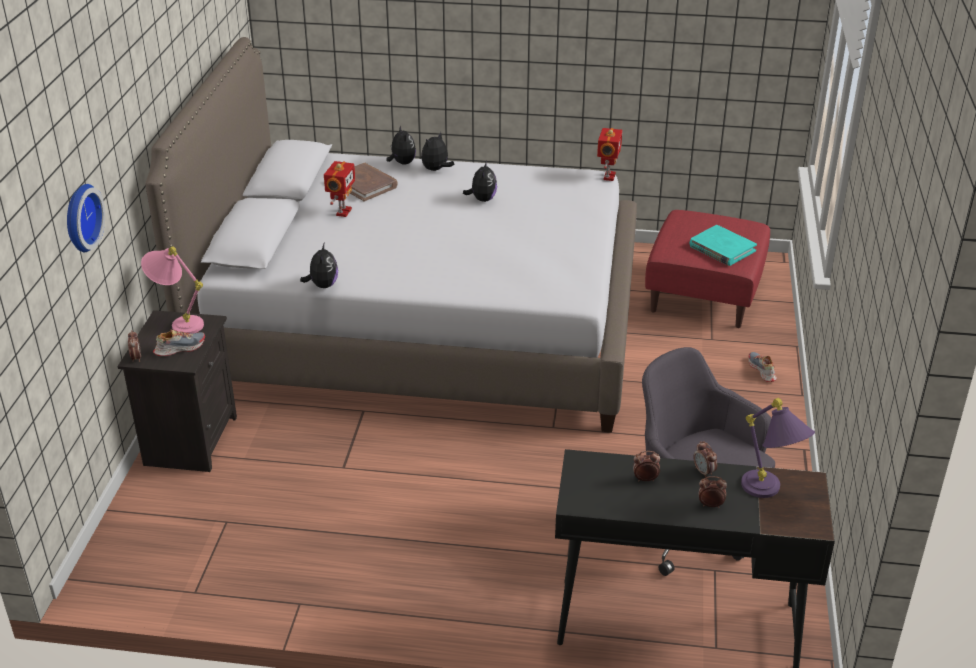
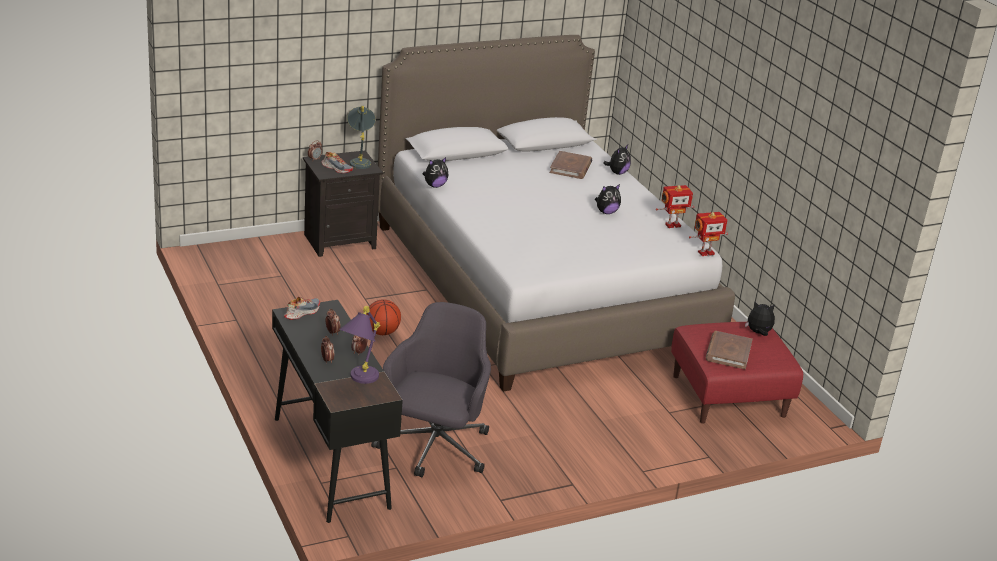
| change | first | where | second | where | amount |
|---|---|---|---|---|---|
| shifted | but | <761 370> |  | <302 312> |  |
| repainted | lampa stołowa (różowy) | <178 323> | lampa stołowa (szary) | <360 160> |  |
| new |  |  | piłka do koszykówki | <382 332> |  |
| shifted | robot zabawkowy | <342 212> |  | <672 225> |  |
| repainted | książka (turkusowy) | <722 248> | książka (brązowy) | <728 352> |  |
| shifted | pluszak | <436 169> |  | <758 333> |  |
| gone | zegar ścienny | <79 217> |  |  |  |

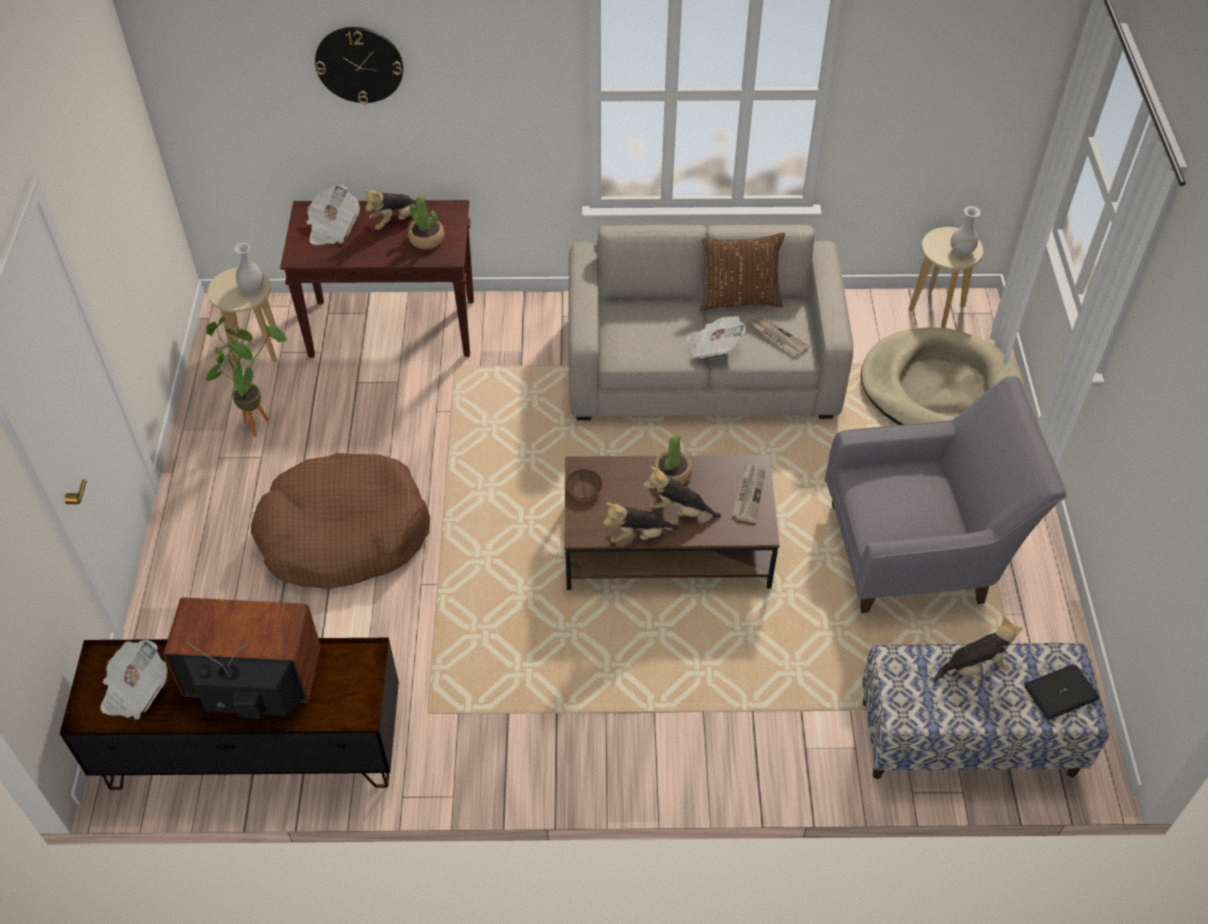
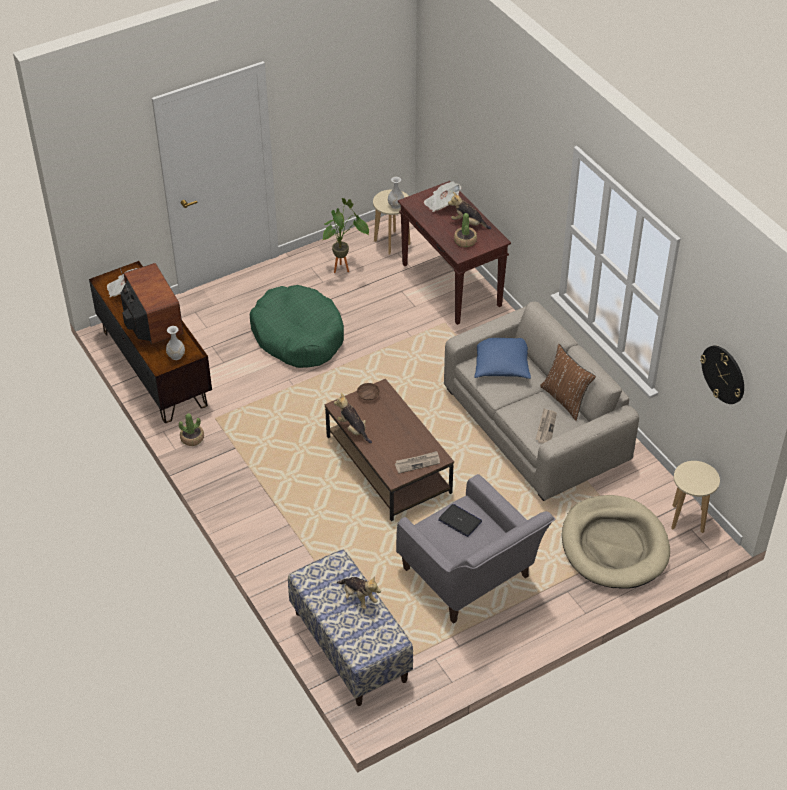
| change | first | where | second | where | amount |
|---|---|---|---|---|---|
| shifted | wazon (biały) | <961 251> |  | <176 356> |  |
| shifted | roślina doniczkowa | <672 474> |  | <192 438> |  |
| repainted | legowisko (brązowy) | <344 534> | legowisko (zielony) | <298 336> |  |
| shifted | laptop | <1061 692> |  | <460 521> |  |
| new |  |  | poduszka (niebieski) | <501 365> |  |
| shifted | zegar ścienny | <359 64> |  | <723 374> |  |
| gone | pluszak | <679 510> |  |  |  |
| gone | gazeta | <713 348> |  |  |  |

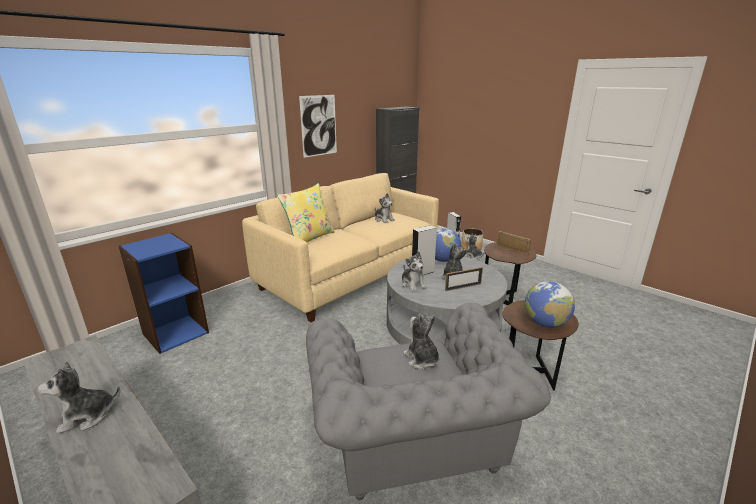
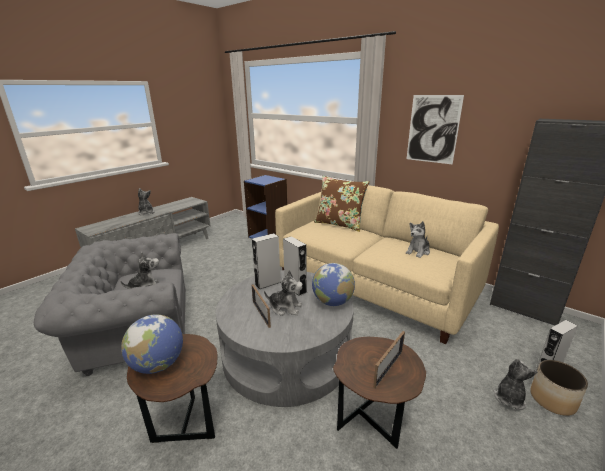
| change | first | where | second | where | amount |
|---|---|---|---|---|---|
| swapped | pluszak | <413 284> | głośnik (szary) | <268 283> |  |
| repainted | poduszka (żółty) | <309 238> | poduszka (brązowy) | <339 224> |  |

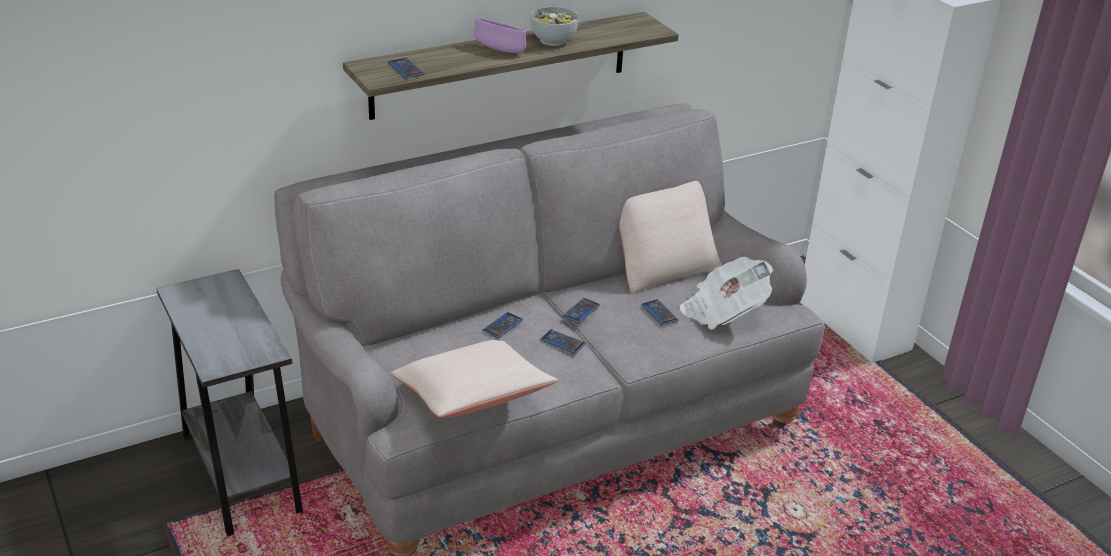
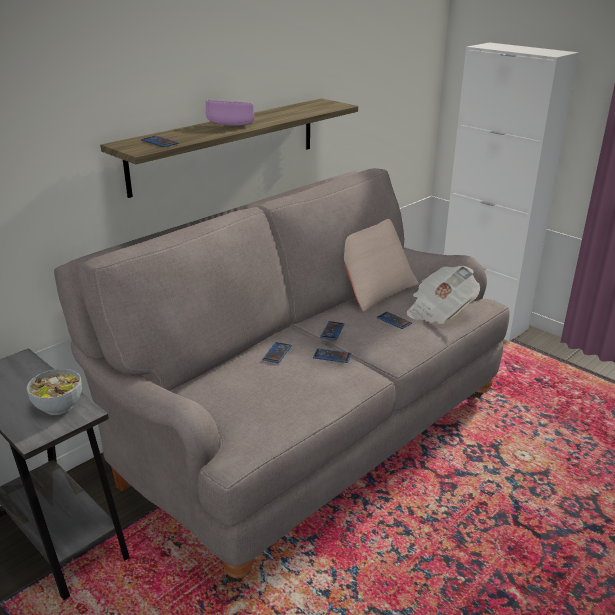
| change | first | where | second | where | amount |
|---|---|---|---|---|---|
| shifted | miska | <553 40> |  | <59 406> |  |
| gone | poduszka (beżowy) | <472 397> |  |  |  |

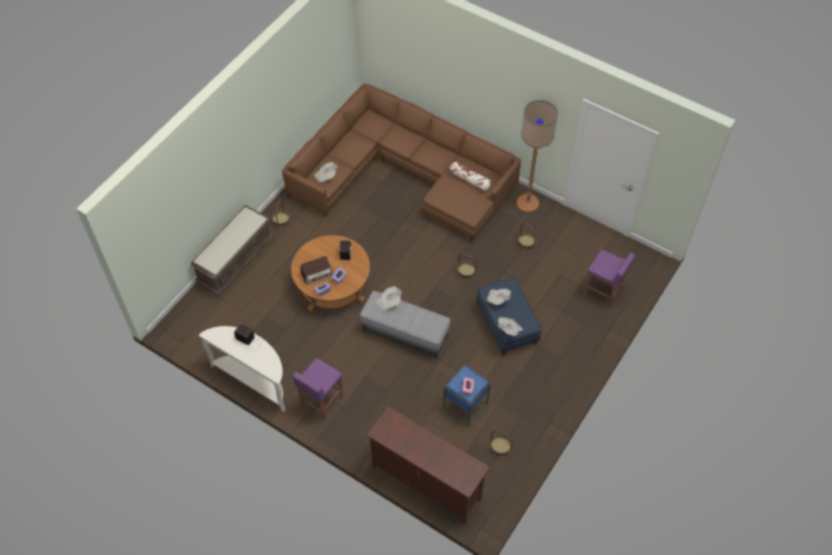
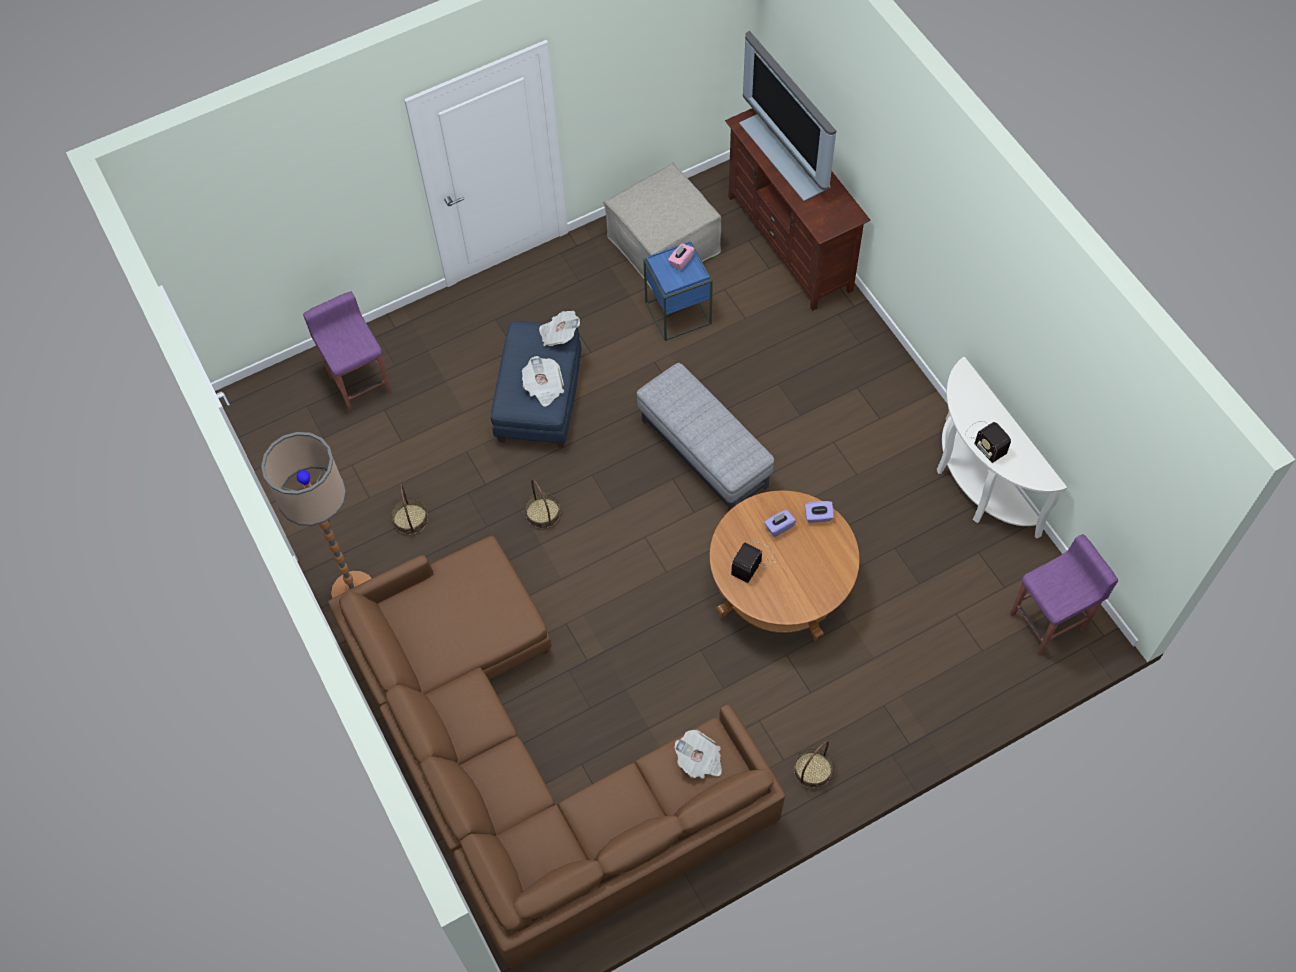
| change | first | where | second | where | amount |
|---|---|---|---|---|---|
| swapped | koszyk | <500 446> | pufa (beżowy) | <663 244> |  |
| new |  |  | telewizor | <787 153> |  |
| shifted | stołek (fioletowy) | <321 401> |  | <1048 621> |  |
| gone | ławka (brązowy) | <235 260> |  |  |  |
| gone | radio | <317 274> |  |  |  |
| gone | gazeta | <389 302> |  |  |  |
| gone | poduszka | <470 180> |  |  |  |

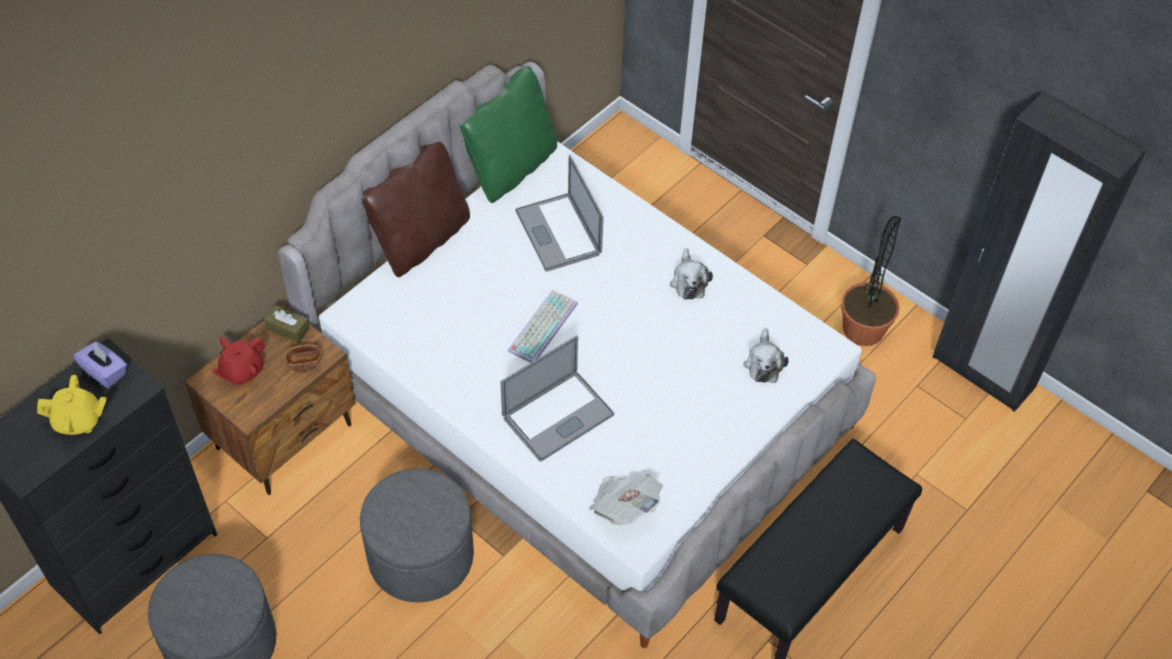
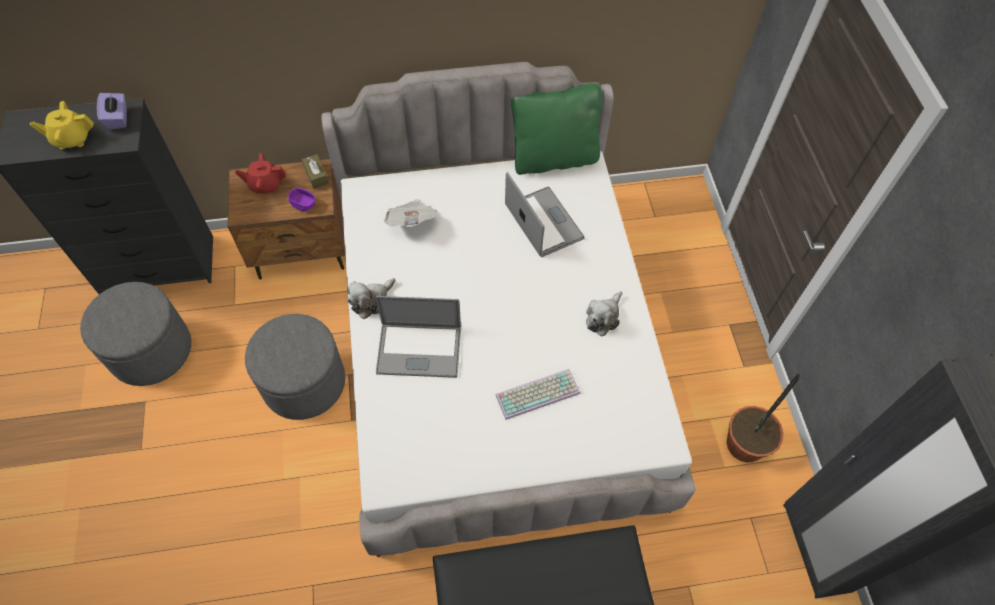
| change | first | where | second | where | amount |
|---|---|---|---|---|---|
| rotated | imbryk (żółty) | <78 420> |  | <72 139> | 135 degrees clockwise |
| repainted | miska (brązowy) | <305 364> | miska (fioletowy) | <303 204> |  |
| shifted | pluszak | <763 363> |  | <371 301> |  |
| shifted | gazeta | <624 506> |  | <411 222> |  |
| shifted | klawiatura | <542 325> |  | <538 392> |  |
| rotated | laptop | <558 232> |  | <543 222> | 135 degrees clockwise |
| gone | poduszka (brązowy) | <420 239> |  |  |  |

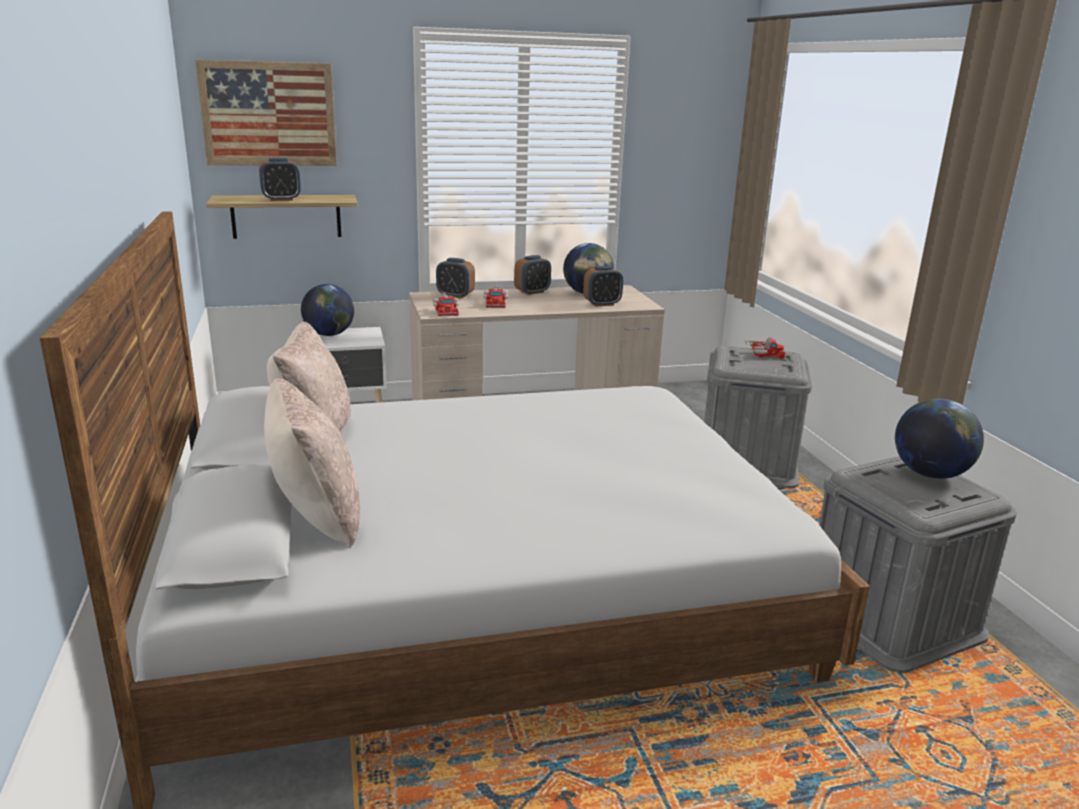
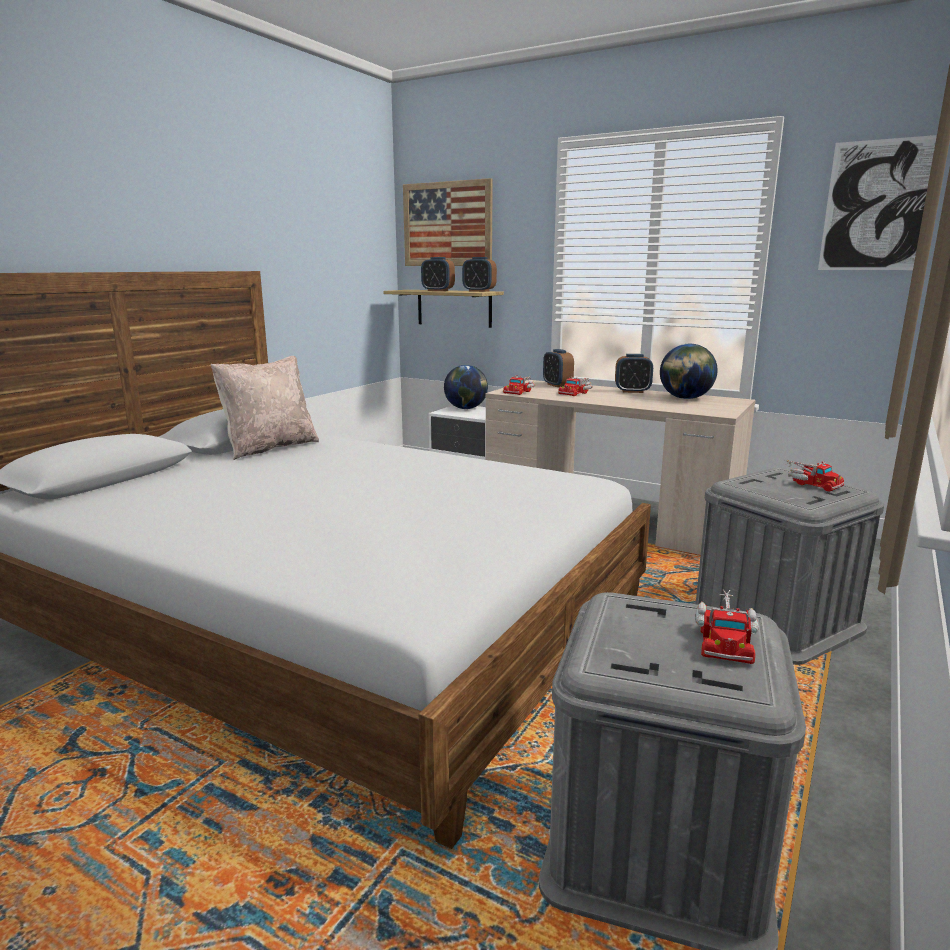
| change | first | where | second | where | amount |
|---|---|---|---|---|---|
| shifted | budzik | <602 304> |  | <479 291> |  |
| swapped | globus | <930 474> | ciężarówka zabawkowa | <725 638> |  |
| new |  |  | obraz | <877 206> |  |
| gone | poduszka (beżowy) | <315 517> |  |  |  |

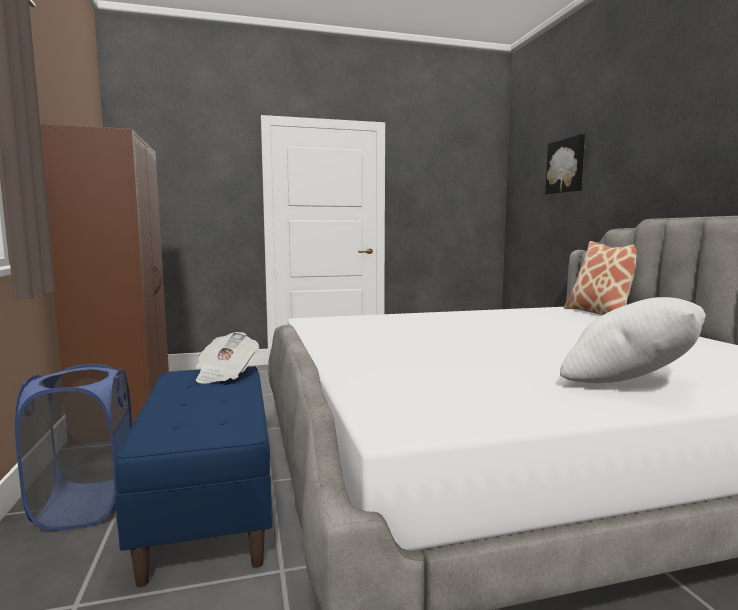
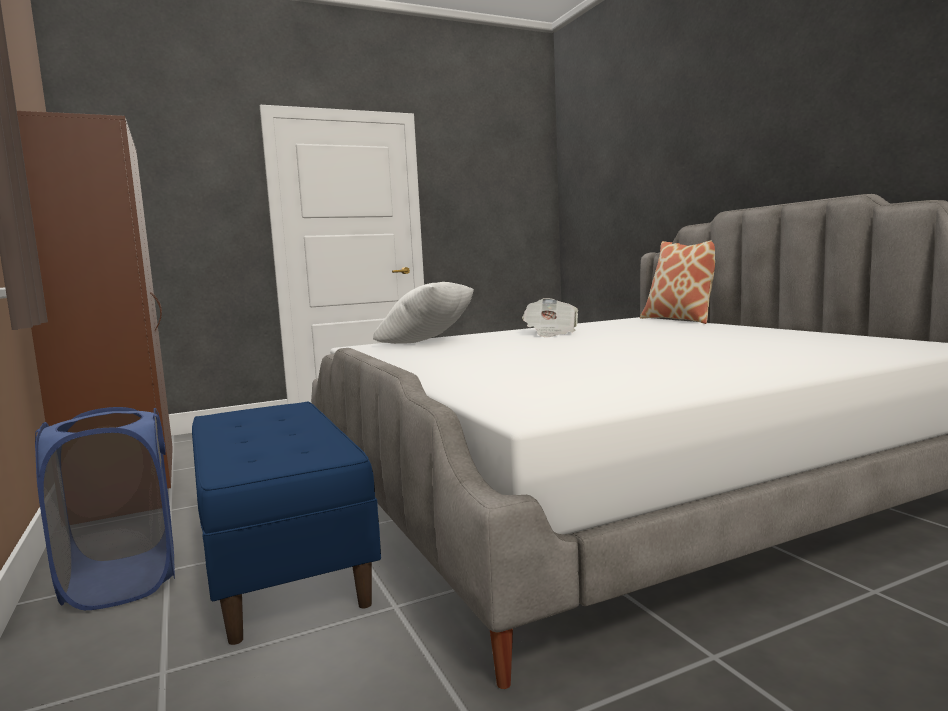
| change | first | where | second | where | amount |
|---|---|---|---|---|---|
| shifted | poduszka (biały) | <631 383> |  | <428 342> |  |
| shifted | gazeta | <225 374> |  | <550 333> |  |
| gone | obraz | <566 166> |  |  |  |

